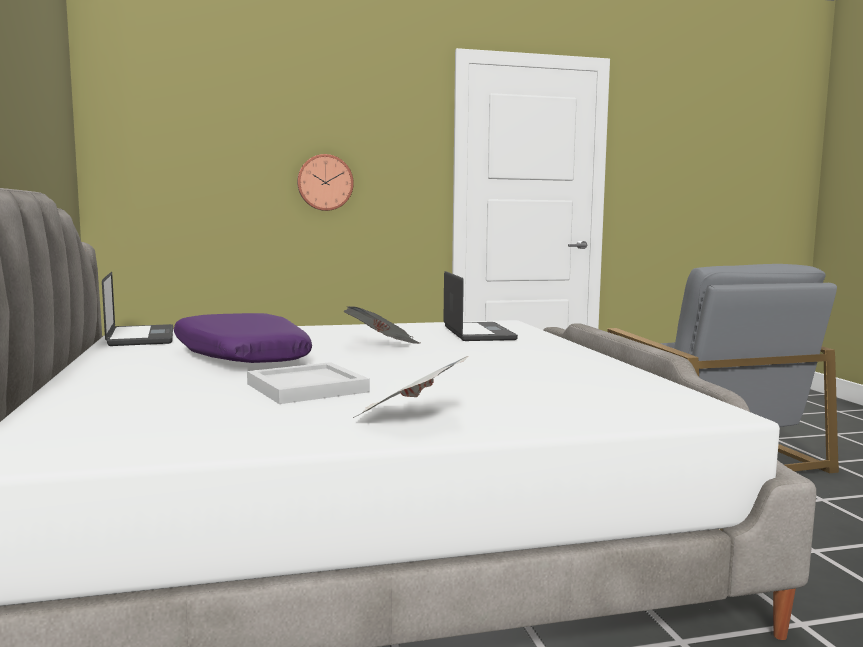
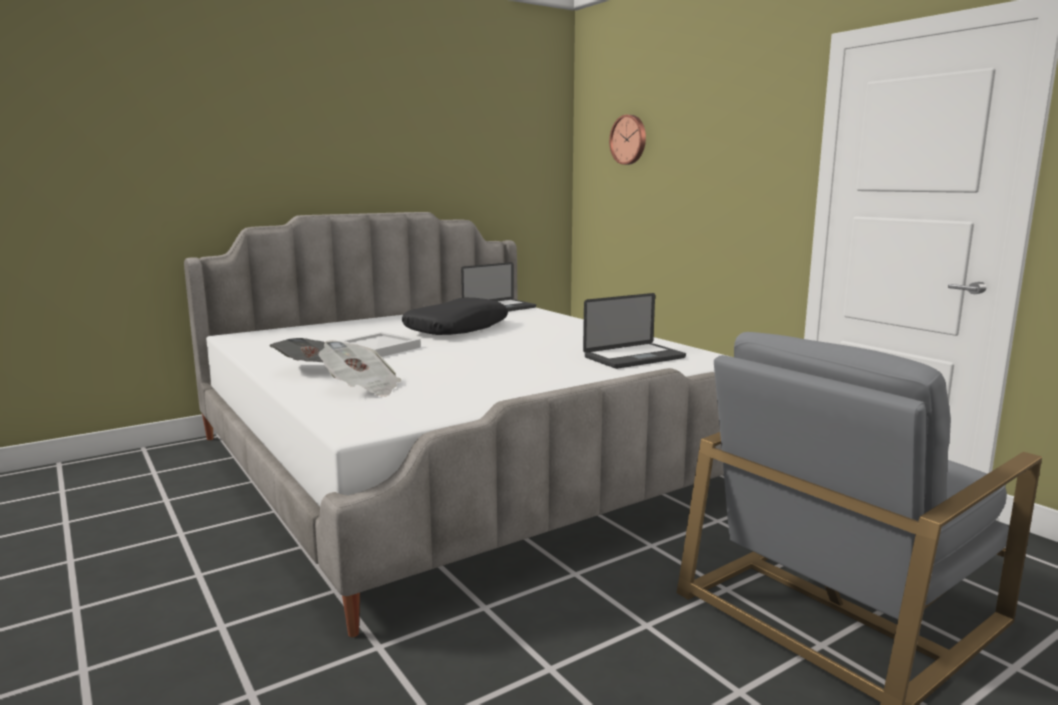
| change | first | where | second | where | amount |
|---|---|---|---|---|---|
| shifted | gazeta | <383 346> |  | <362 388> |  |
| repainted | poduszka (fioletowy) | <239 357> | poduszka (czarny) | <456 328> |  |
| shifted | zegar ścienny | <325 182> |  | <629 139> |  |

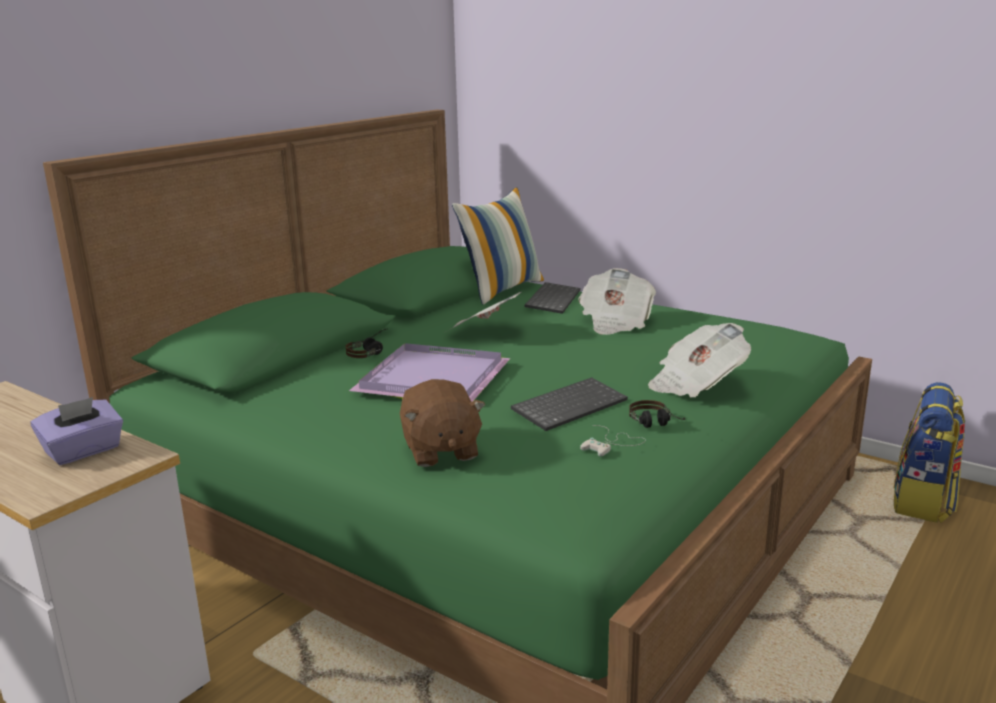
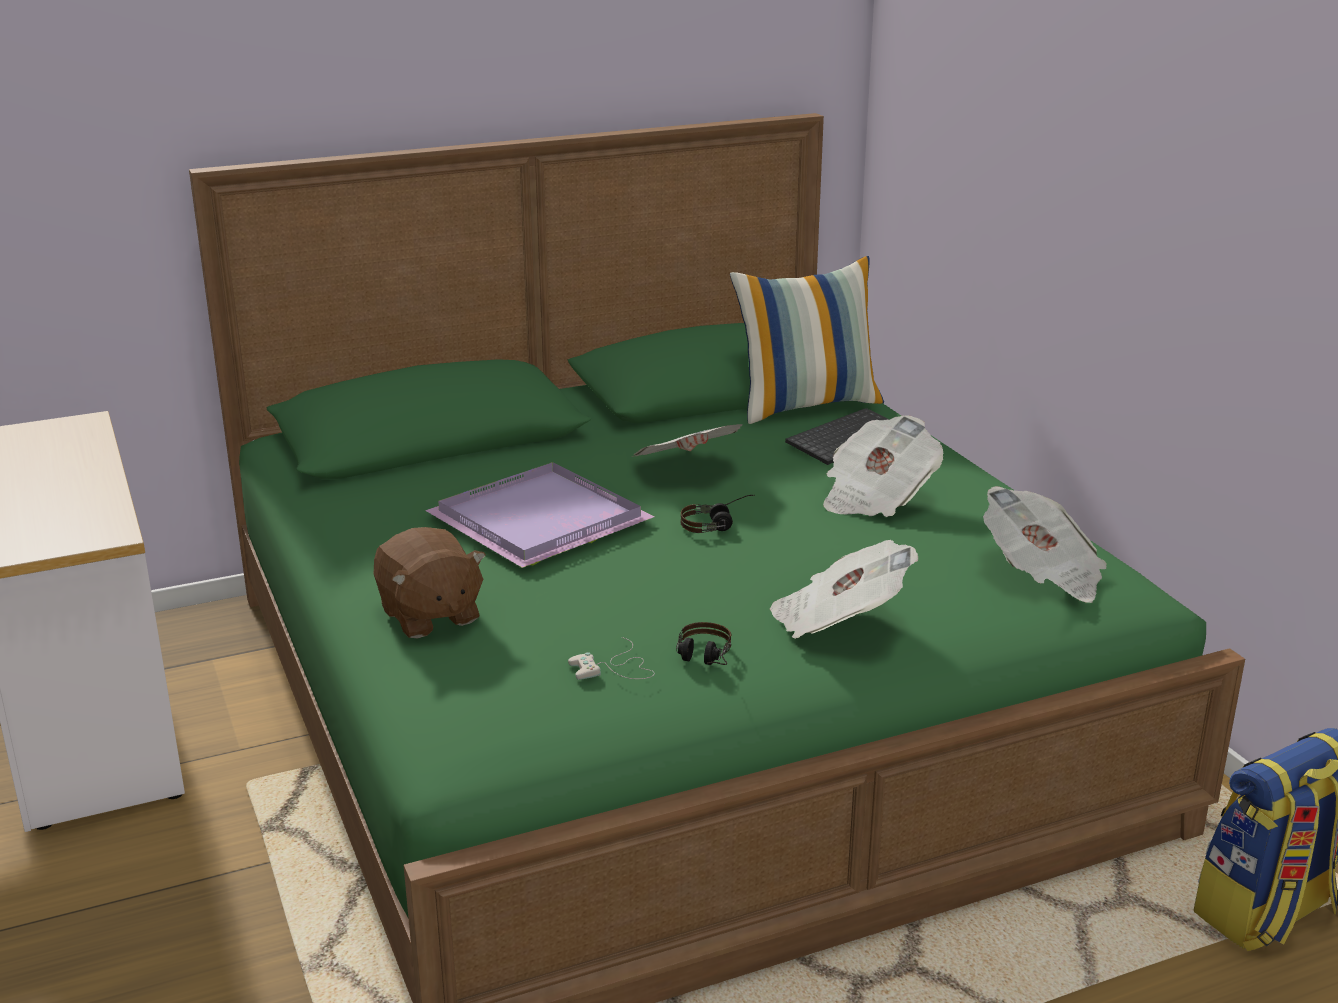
| change | first | where | second | where | amount |
|---|---|---|---|---|---|
| rotated | pluszak (brązowy) | <440 451> |  | <429 616> | 45 degrees counterclockwise |
| shifted | słuchawki | <371 352> |  | <718 524> |  |
| new |  |  | gazeta | <1042 575> |  |
| gone | pudełko chusteczek (fioletowy) | <84 451> |  |  |  |
| gone | klawiatura | <569 405> |  |  |  |

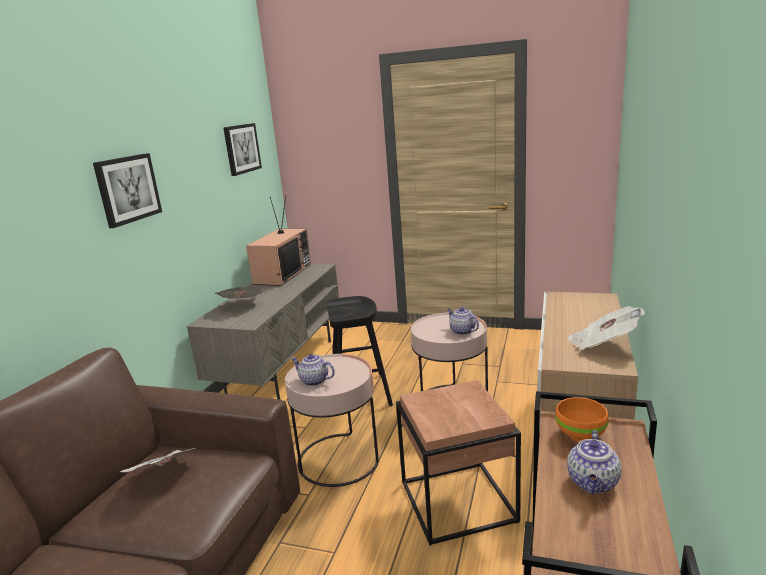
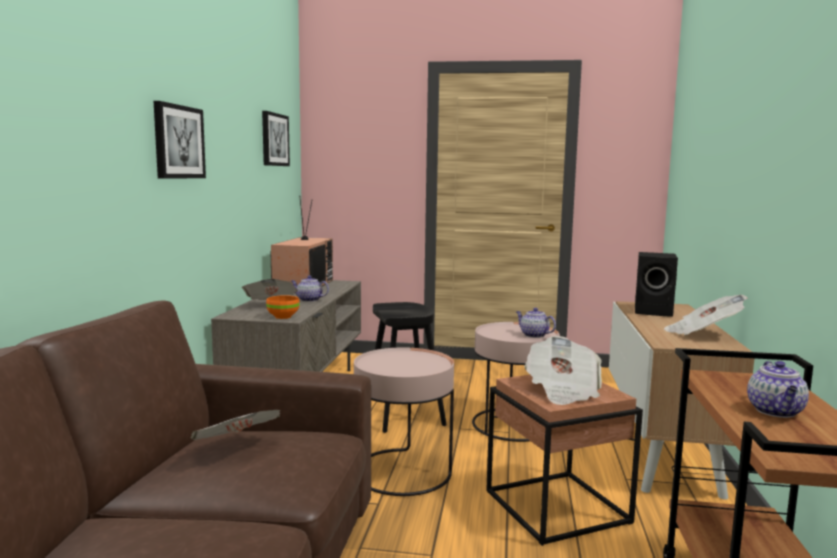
| change | first | where | second | where | amount |
|---|---|---|---|---|---|
| shifted | miska (pomarańczowy) | <581 435> |  | <283 317> |  |
| shifted | imbryk | <313 381> |  | <309 300> |  |
| new |  |  | gazeta | <562 391> |  |
| new |  |  | głośnik (czarny) | <655 312> |  |

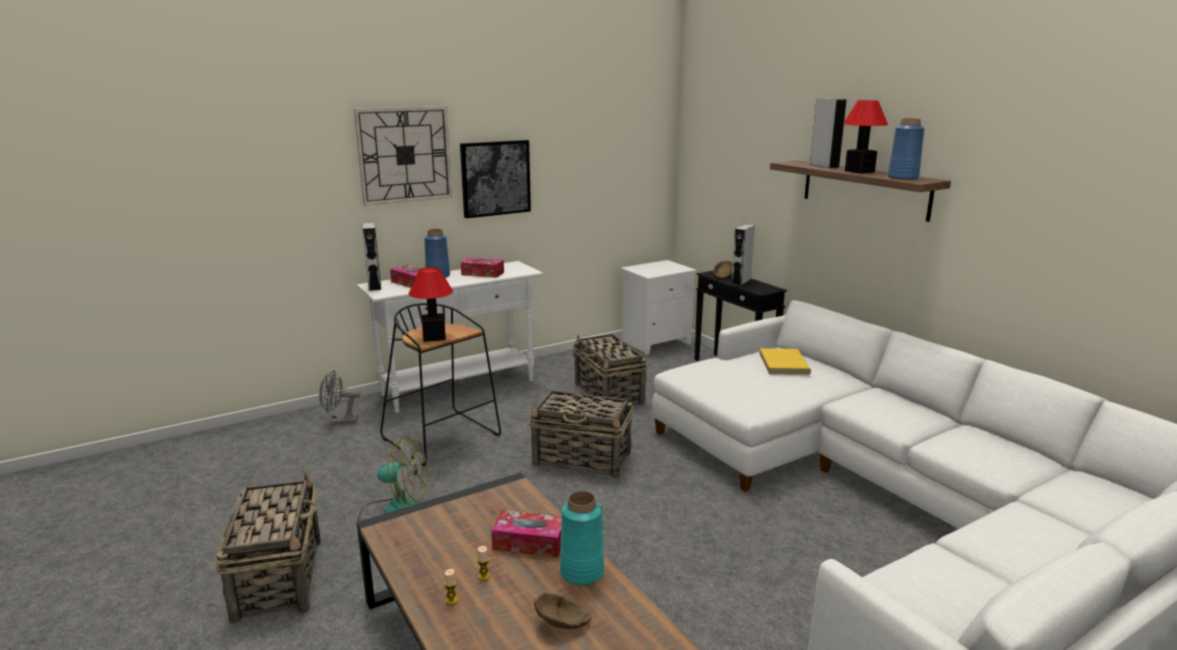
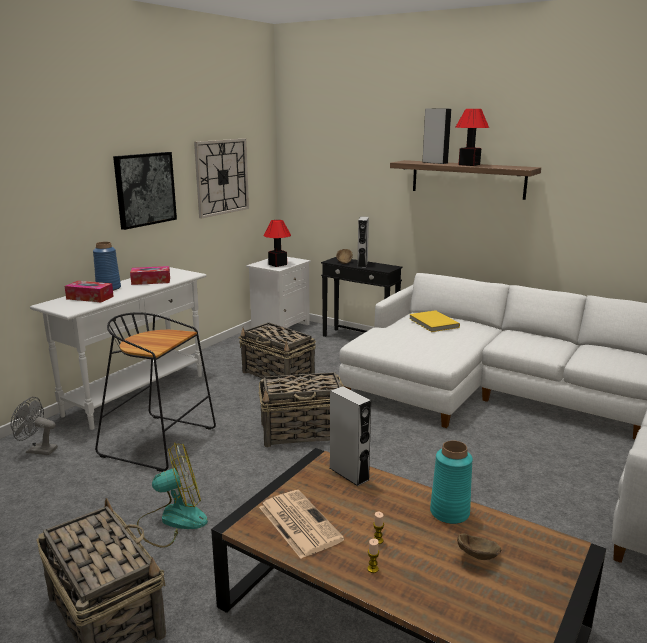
| change | first | where | second | where | amount |
|---|---|---|---|---|---|
| rotated | wentylator (szary) | <340 421> |  | <37 450> | 45 degrees clockwise |
| shifted | zegar ścienny | <404 155> |  | <222 177> |  |
| new |  |  | gazeta | <298 523> |  |
| shifted | lampa stołowa | <434 337> |  | <278 264> |  |
| shifted | głośnik (szary) | <374 286> |  | <349 473> |  |
| gone | pudełko chusteczek | <529 543> |  |  |  |
| gone | wazon (niebieski) | <902 177> |  |  |  |

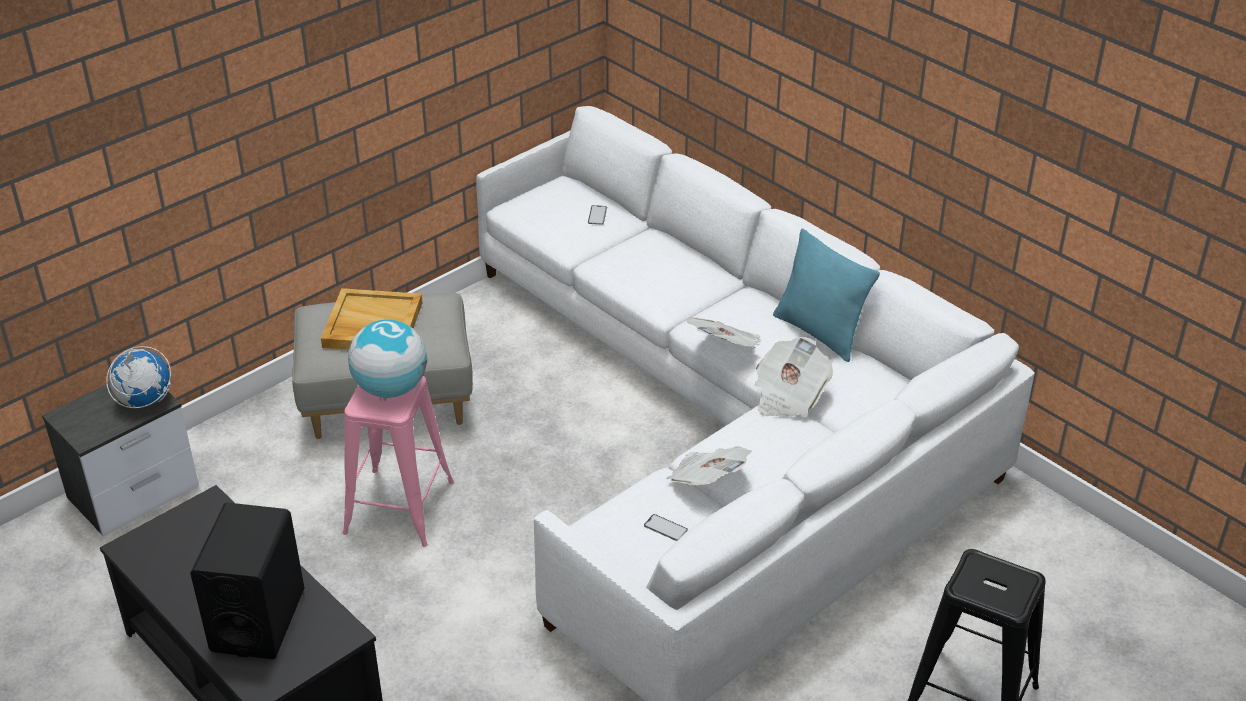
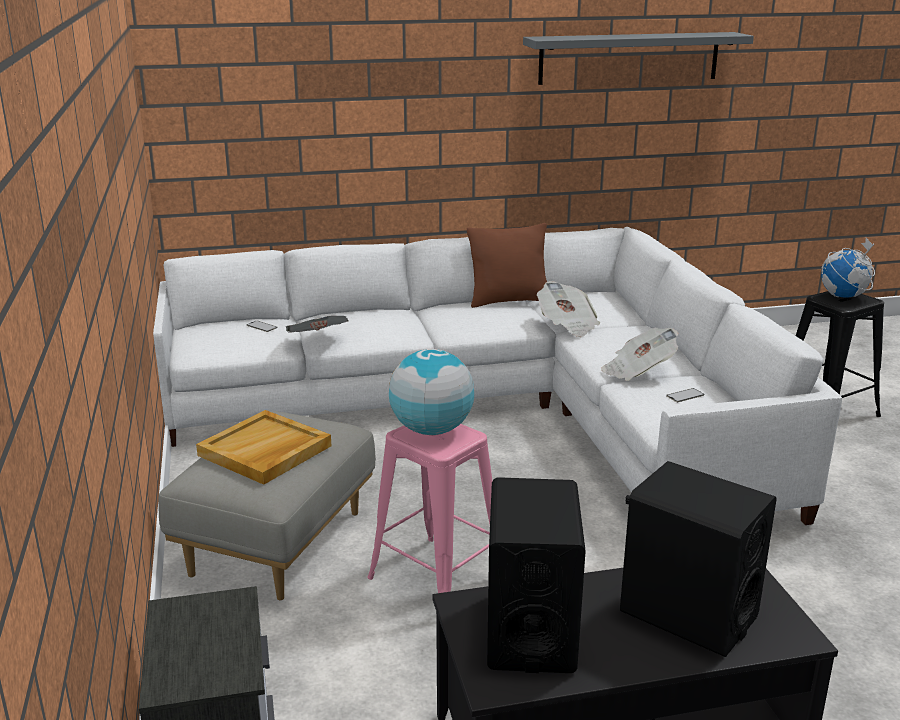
| change | first | where | second | where | amount |
|---|---|---|---|---|---|
| shifted | gazeta | <726 348> |  | <317 341> |  |
| repainted | poduszka (turkusowy) | <819 333> | poduszka (brązowy) | <508 301> |  |
| new |  |  | głośnik (czarny) | <530 631> |  |
| new |  |  | półka (szary) | <629 58> |  |
| shifted | globus | <144 401> |  | <843 296> |  |

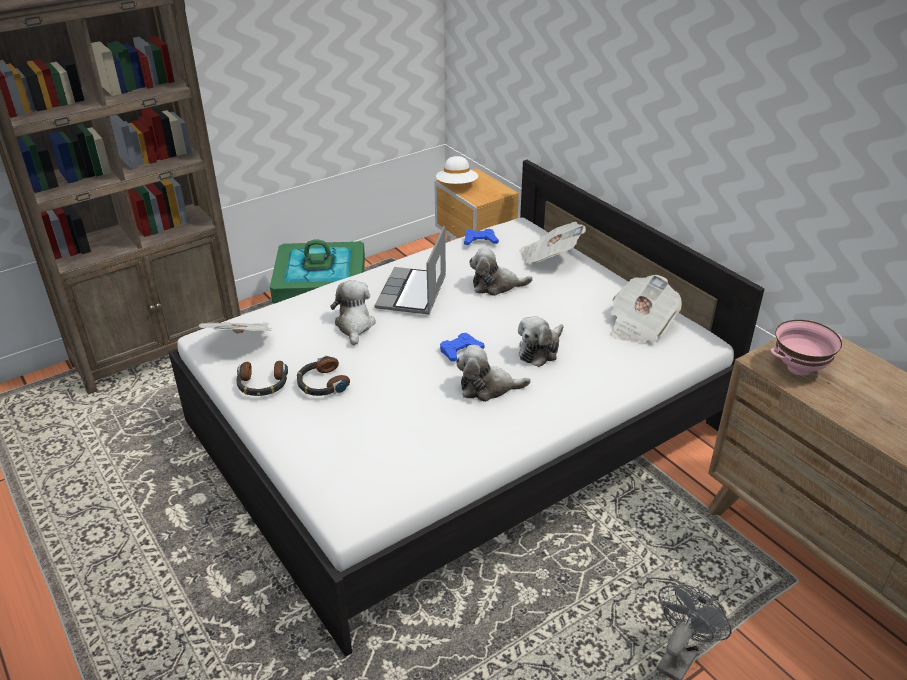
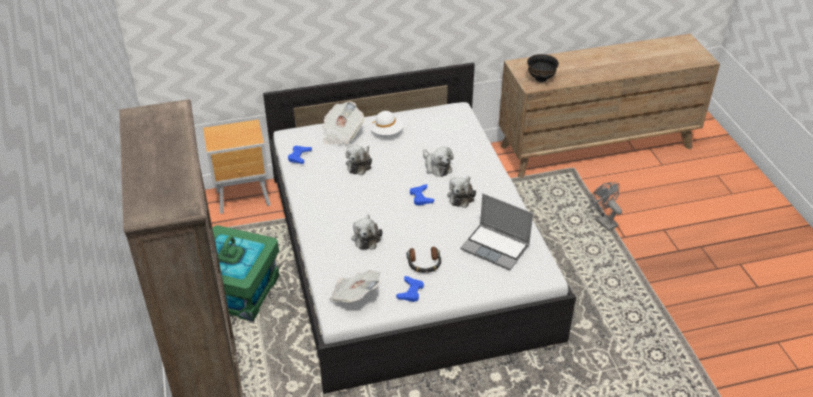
| change | first | where | second | where | amount |
|---|---|---|---|---|---|
| rotated | pluszak | <354 325> |  | <366 237> | 105 degrees counterclockwise |
| shifted | kapelusz (biały) | <457 186> |  | <387 132> |  |
| swapped | słuchawki | <262 384> | pad do gier (niebieski) | <410 291> |  |
| shifted | laptop | <412 293> |  | <496 247> |  |
| repainted | miska (różowy) | <799 369> | miska (czarny) | <541 79> |  |
| gone | gazeta | <640 325> |  |  |  |

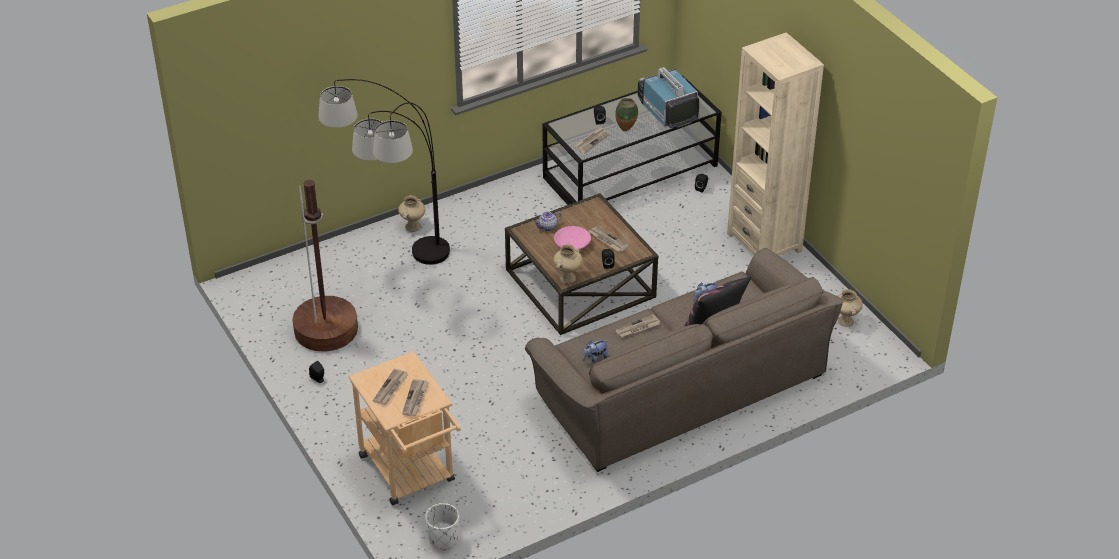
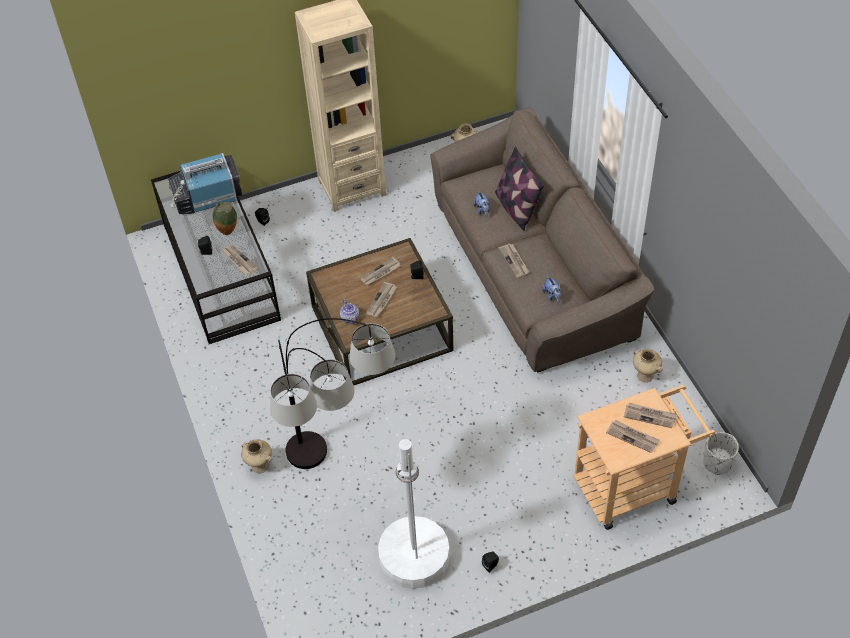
| change | first | where | second | where | amount |
|---|---|---|---|---|---|
| swapped | miska (różowy) | <572 245> | gazeta | <382 301> |  |
| repainted | lampa stojąca (brązowy) | <326 329> | lampa stojąca (biały) | <414 556> |  |
| shifted | wazon (beżowy) | <568 277> |  | <644 376> |  |

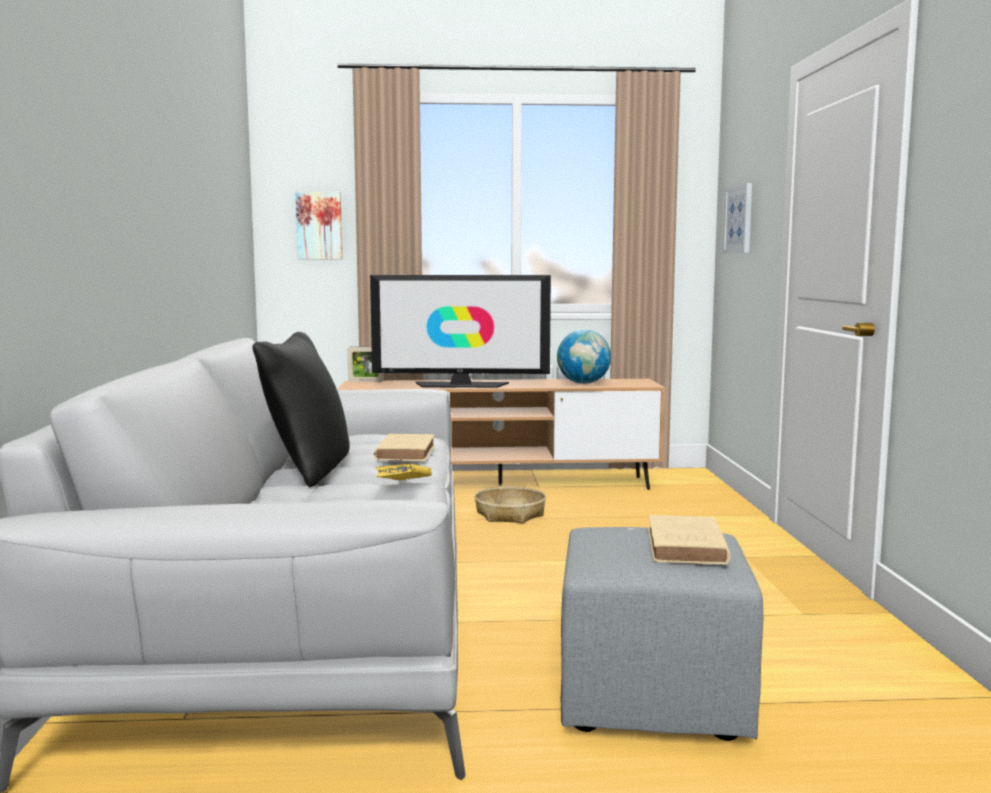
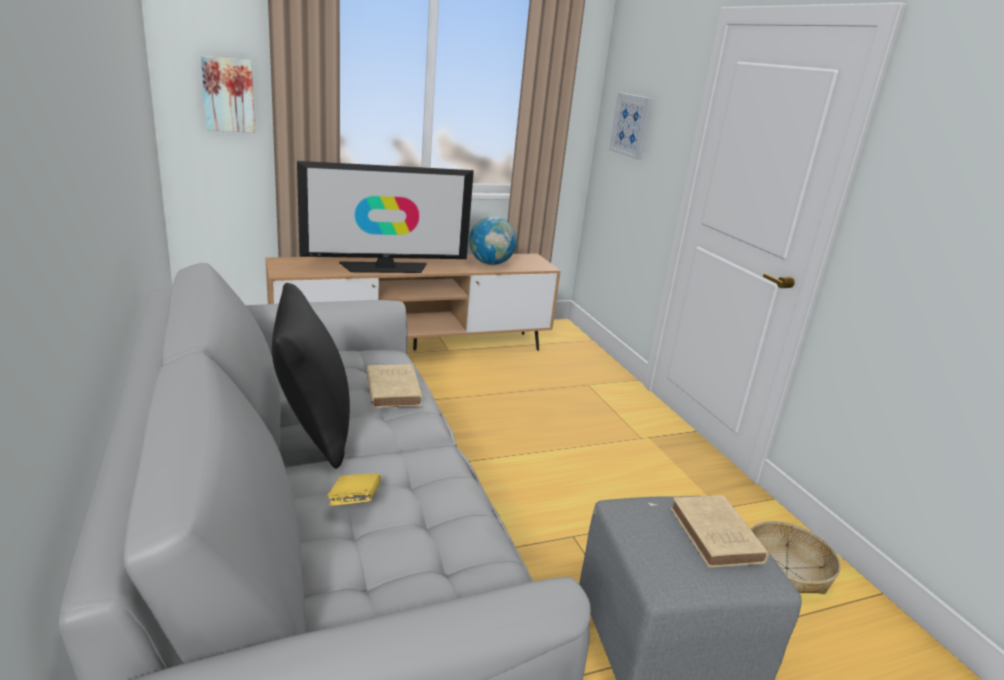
| change | first | where | second | where | amount |
|---|---|---|---|---|---|
| shifted | książka (żółty) | <404 486> |  | <355 502> |  |
| shifted | koszyk | <510 515> |  | <787 568> |  |
| gone | ramka na zdjęcie | <366 381> |  |  |  |

